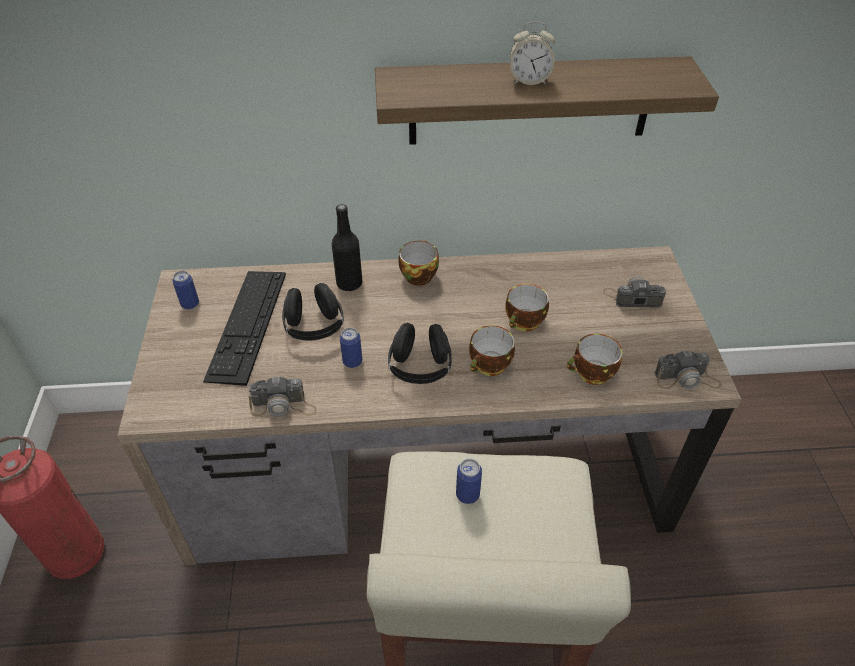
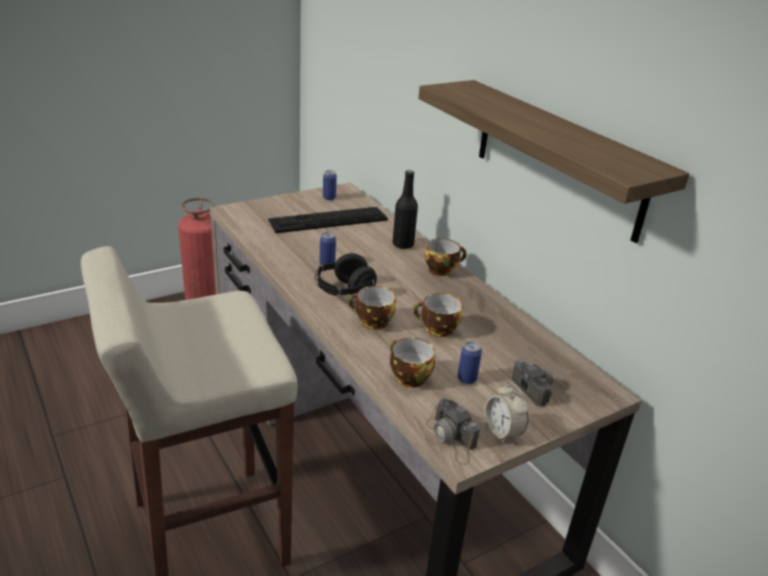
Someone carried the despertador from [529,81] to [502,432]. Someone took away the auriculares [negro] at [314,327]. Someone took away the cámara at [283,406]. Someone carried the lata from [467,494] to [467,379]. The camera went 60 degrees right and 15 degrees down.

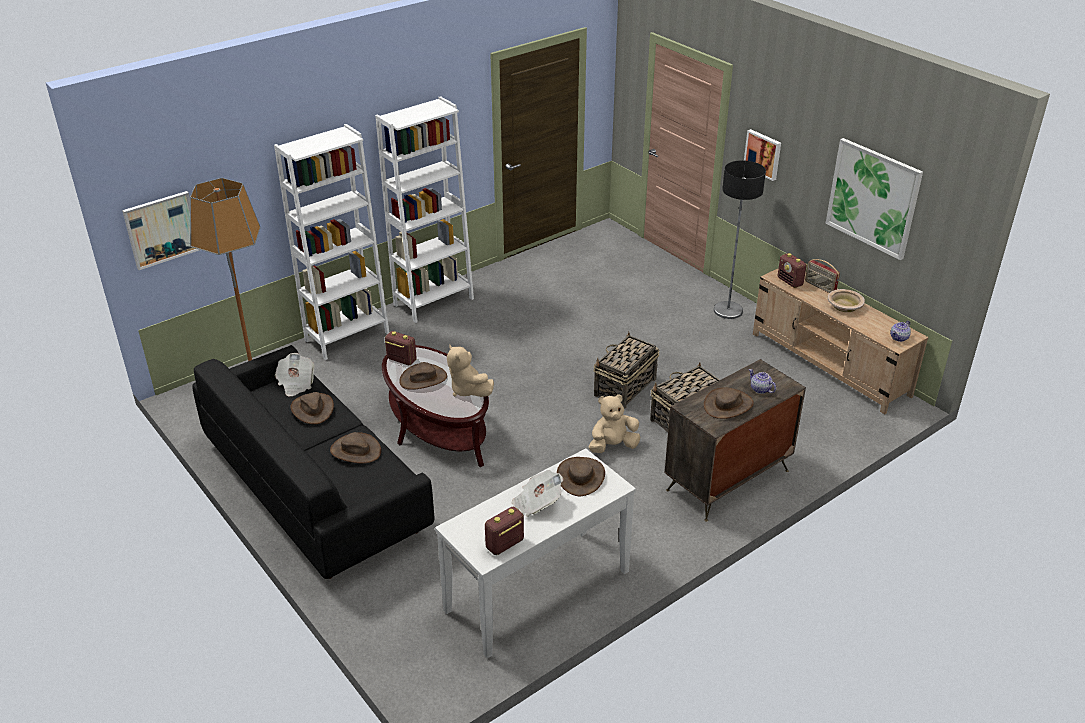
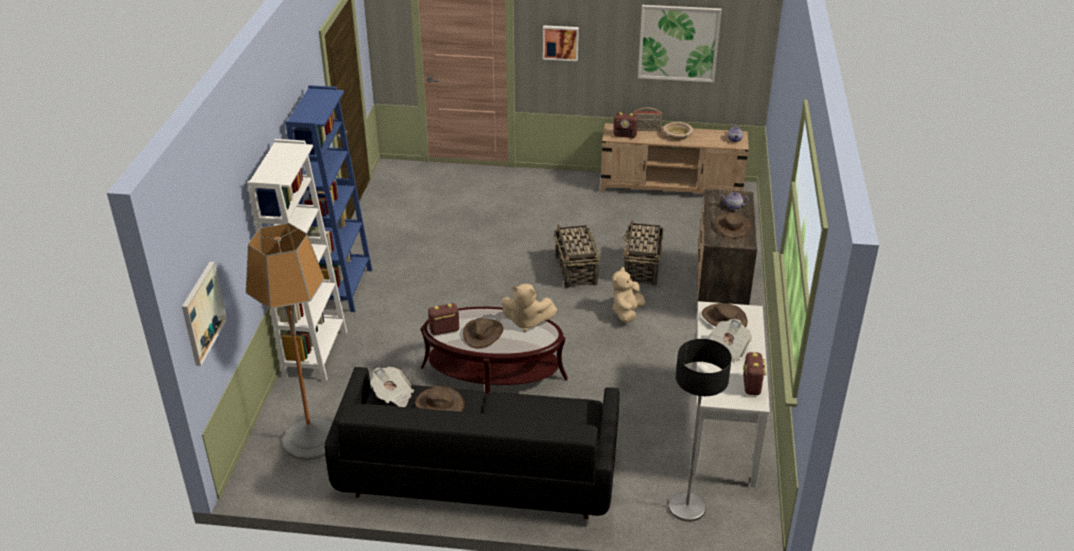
Someone repainted the estantería [blanco] at [433,302], which became the estantería [azul] at [343,289]. Someone carried the lámpara de pie from [728,311] to [687,507]. Someone took away the sombrero [marrón] at [355,451]. The camera went 45 degrees left and 0 degrees up.

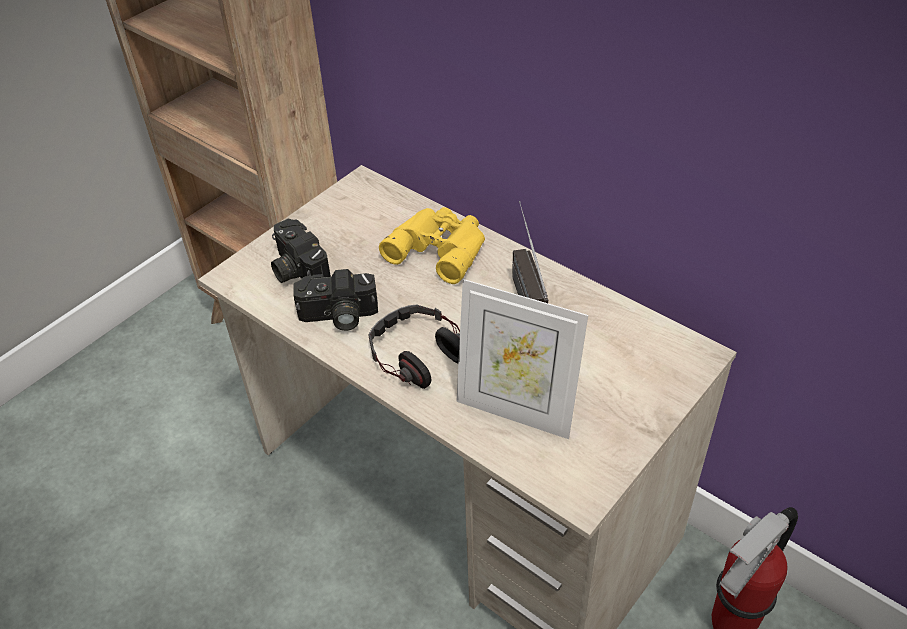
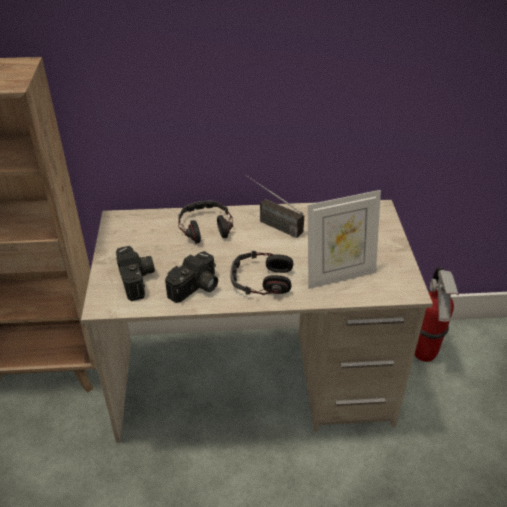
Someone swapped the prismáticos [amarillo] at [440,248] for the auriculares at [205,227]. Someone rotated the cámara at [296,269] by 120 degrees counterclockwise. The camera went 45 degrees left and 5 degrees down.

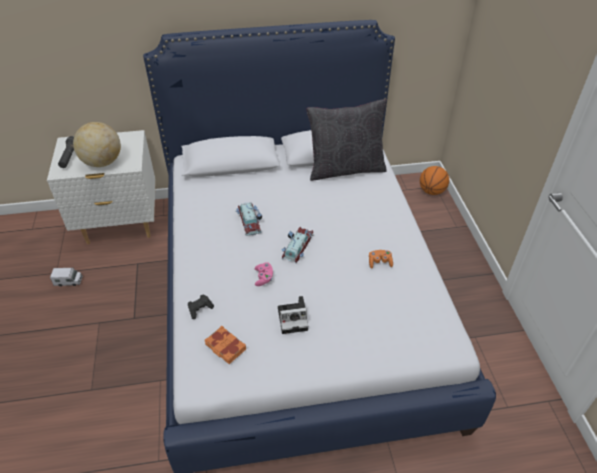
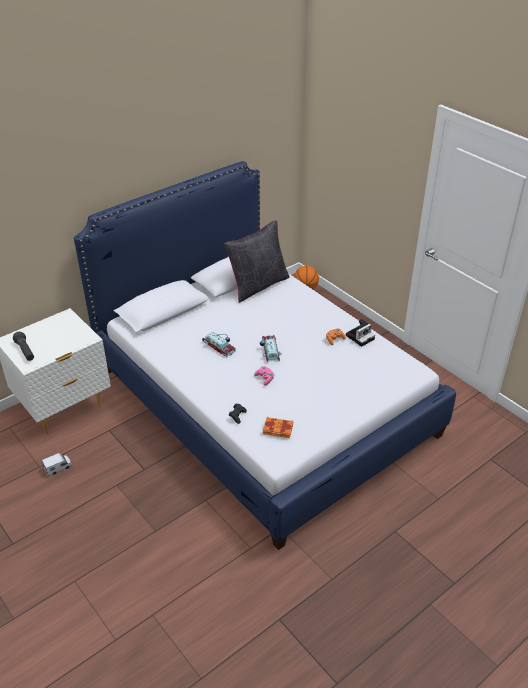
Someone took away the globo terráqueo at [102,162]. Someone carried the cámara from [294,318] to [360,336]. The camera went 30 degrees left and 5 degrees down.

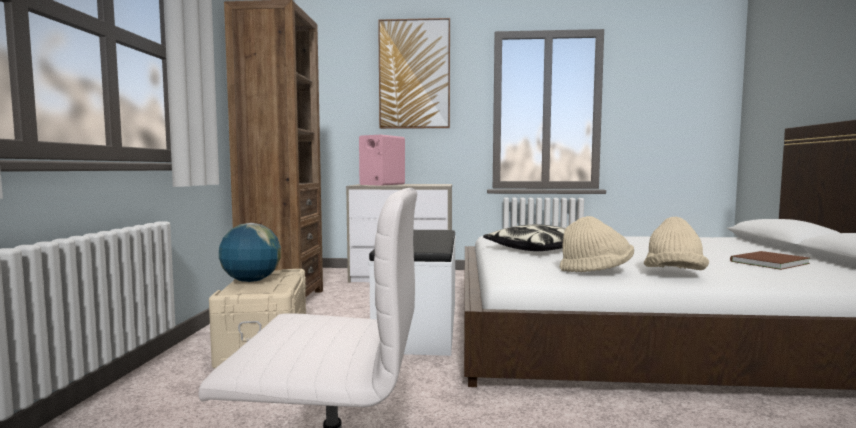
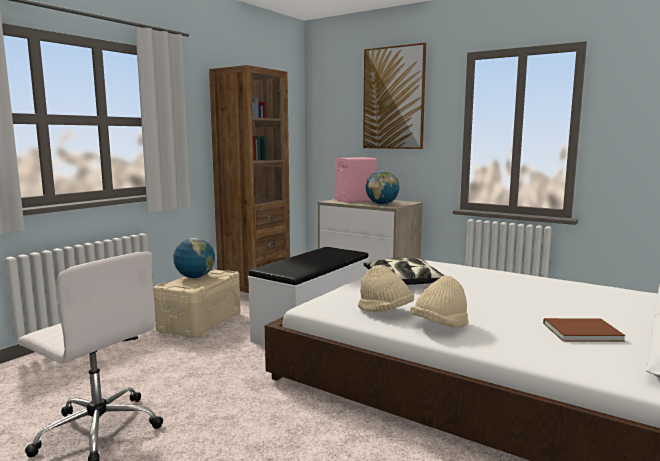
Someone put down the globo terráqueo at [382,204]. The camera went 30 degrees right and 5 degrees up.

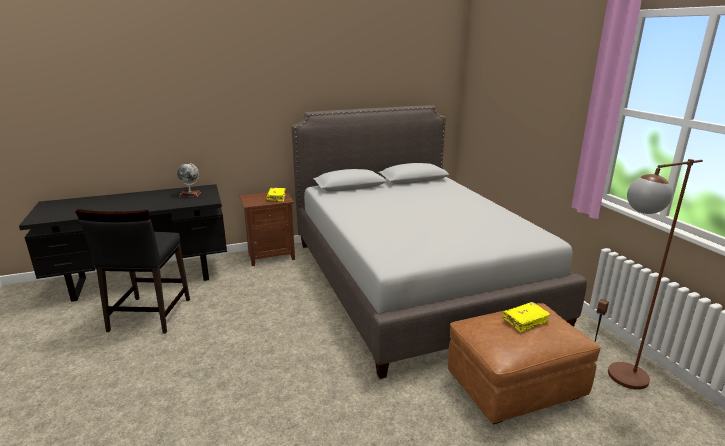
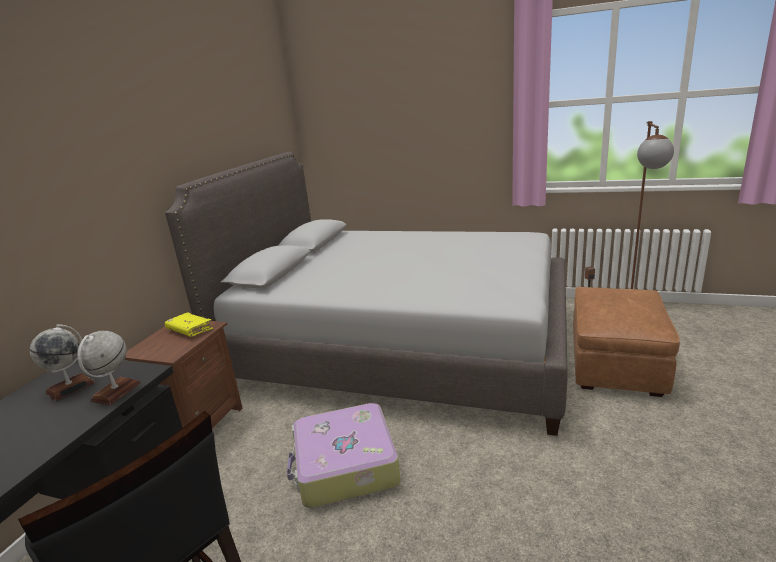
Someone took away the libro [amarillo] at [525,321]. Someone put down the globo terráqueo at [116,392]. Someone put down the maleta at [345,466]. The camera went 50 degrees left and 0 degrees up.

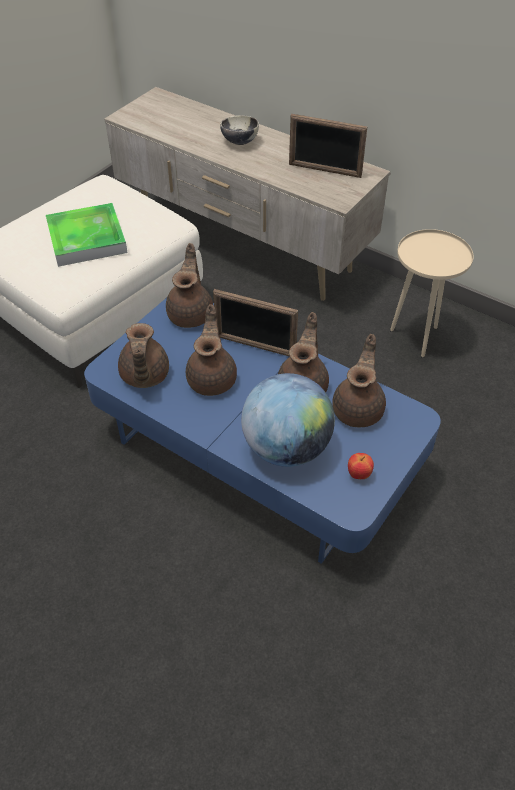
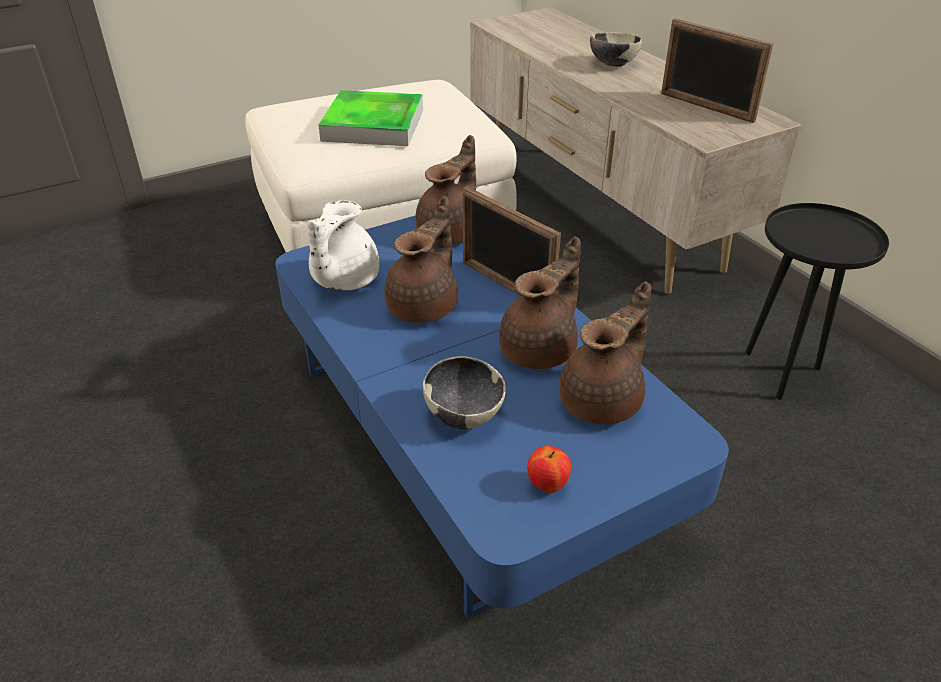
Someone repainted the mesa auxiliar [beis] at [416,338], which became the mesa auxiliar [negro] at [781,372]. Someone repainted the tetera [marrón] at [144,376], which became the tetera [blanco] at [343,280]. Someone swapped the globo terráqueo at [286,448] for the cuenco at [464,415]. The camera went 25 degrees right and 10 degrees down.

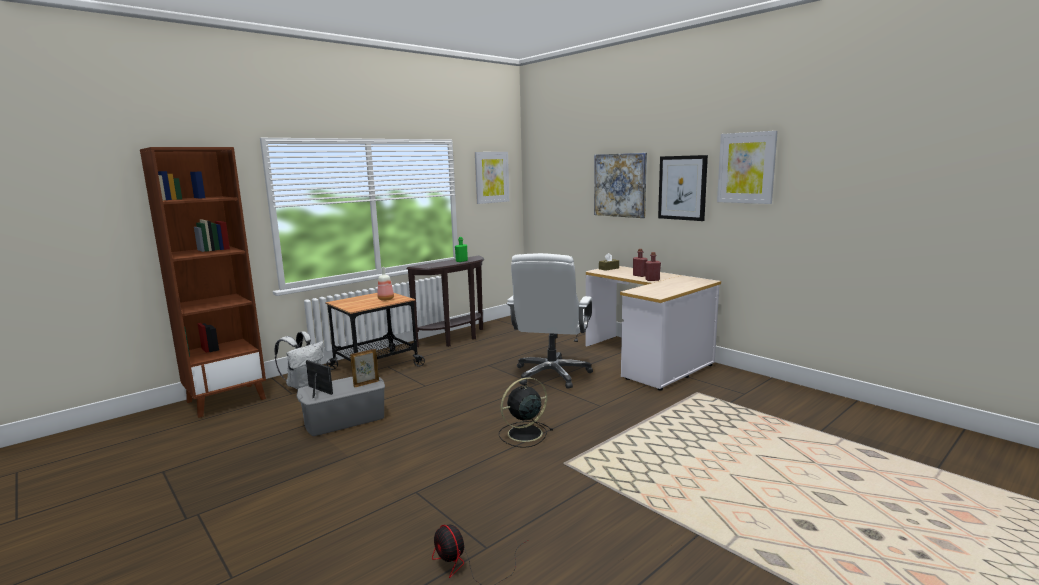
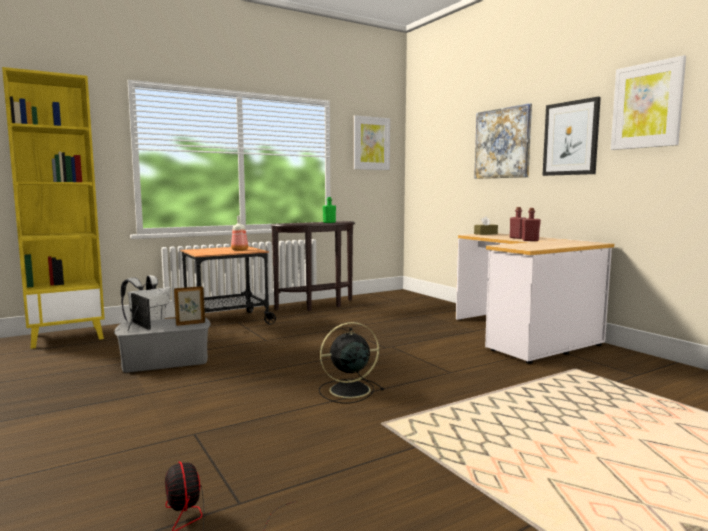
Someone repainted the estantería [marrón] at [226,400], which became the estantería [amarillo] at [67,337]. Someone took away the silla de oficina [blanco] at [552,374]. The camera went 10 degrees right and 5 degrees down.

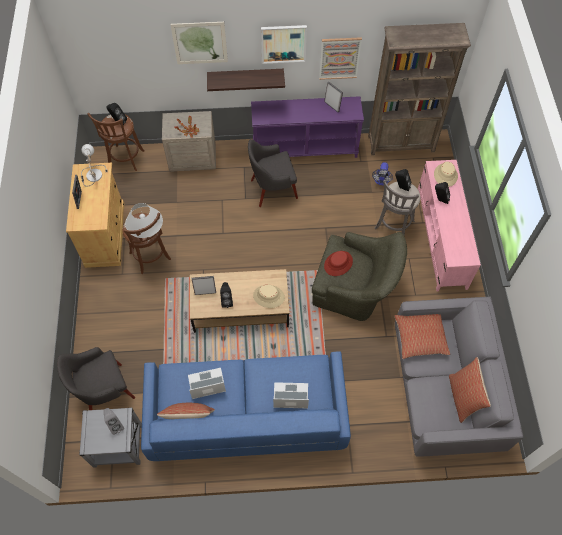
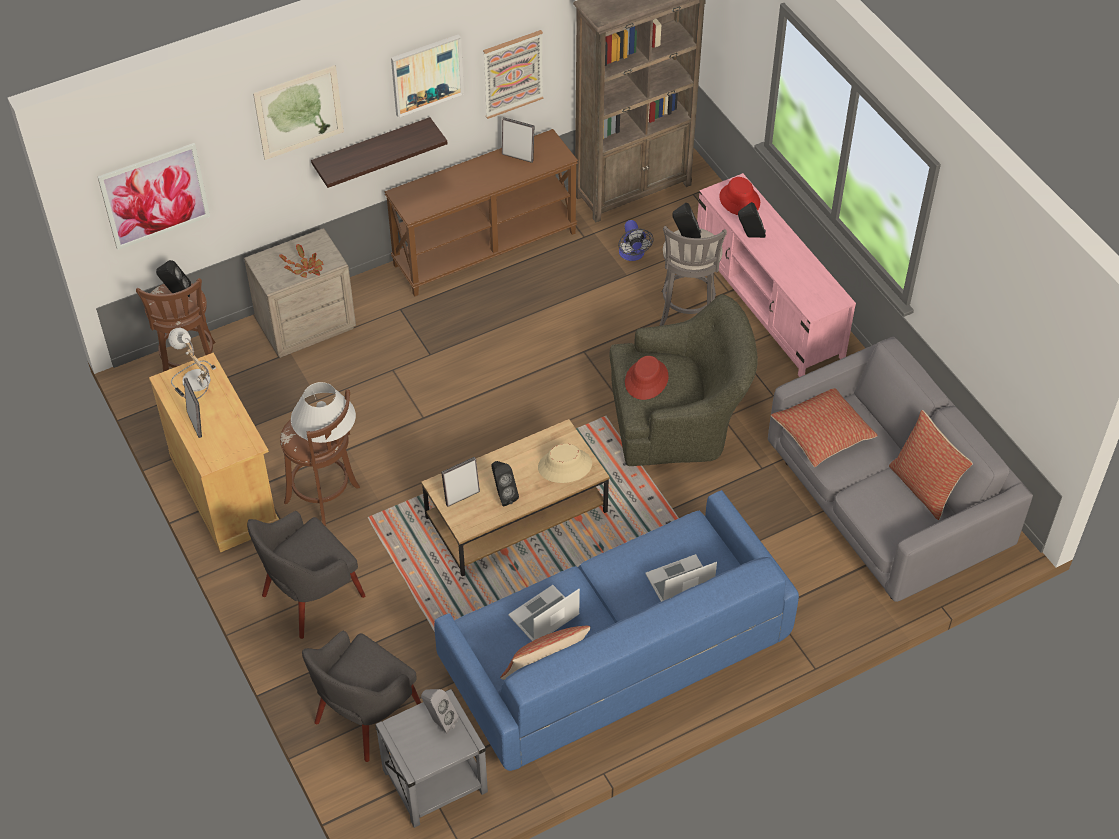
Someone repainted the mesa consola [morado] at [305,148], which became the mesa consola [marrón] at [485,248]. Someone carried the sillón [gris] from [272,189] to [311,596]. Someone repainted the sombrero [beis] at [445,175], which became the sombrero [rojo] at [739,200]. Someone put up the cuadro at [154,196]. The camera went 25 degrees left and 10 degrees down.

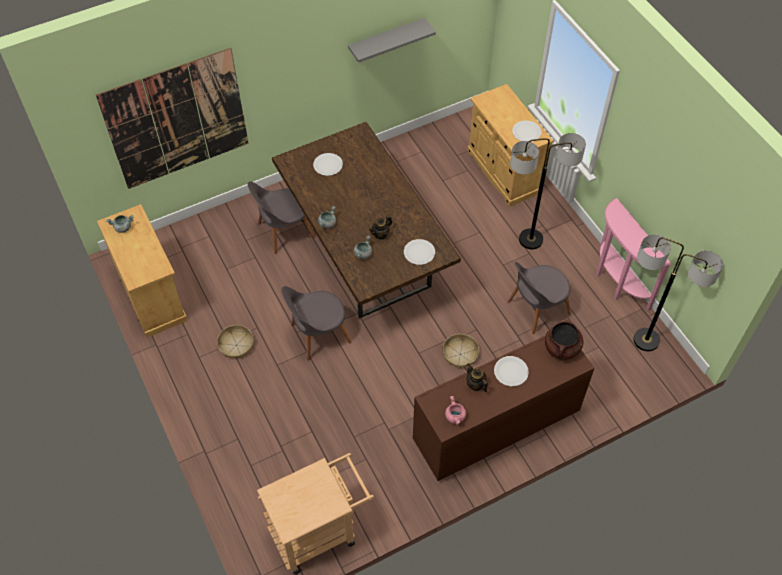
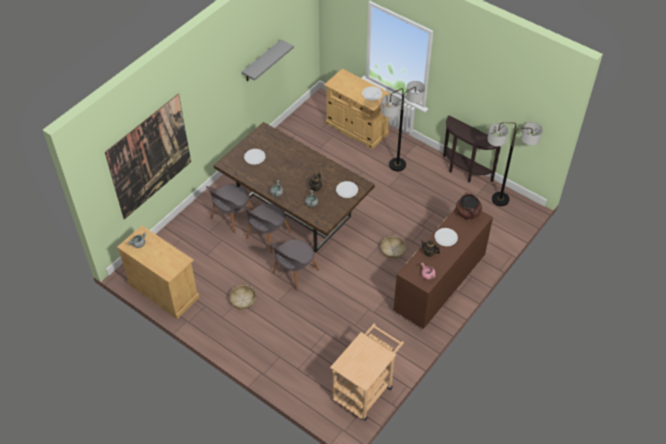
Someone repainted the mesa consola [rosa] at [616,283], which became the mesa consola [marrón] at [464,172]. Someone carried the silla [gris] from [536,309] to [267,236]. The camera went 25 degrees left and 5 degrees down.

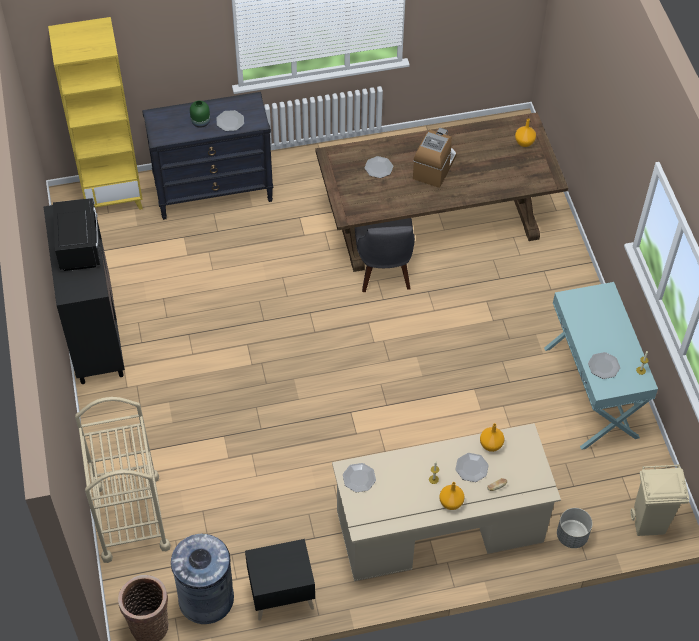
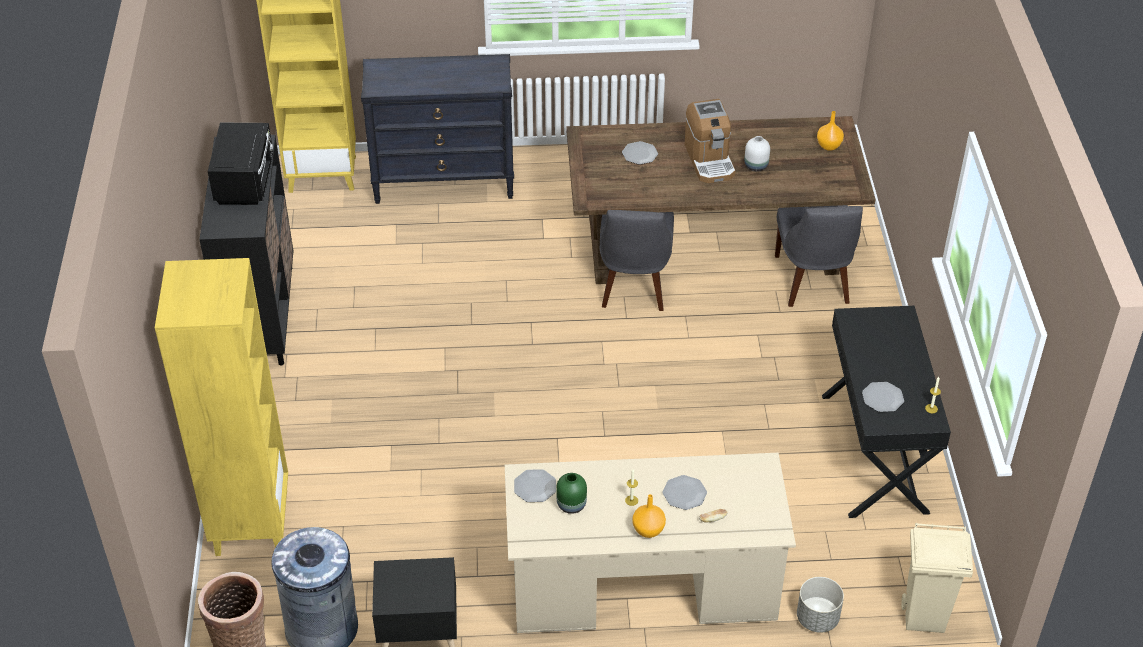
Someone carried the florero [verde] from [200,122] to [570,504]. Someone took away the plato at [230,121]. Someone rotated the cafetera at [434,167] by 135 degrees clockwise. Someone repainted the mesa consola [turquesa] at [591,392], which became the mesa consola [negro] at [875,453]. Someone swapped the carrito [beis] at [130,517] for the estantería [amarillo] at [251,522]. Someone took away the florero [naranja] at [490,445]. Someone put down the florero [blanco] at [755,166]. Someone put down the silla [gris] at [813,282]. The camera went 10 degrees right and 10 degrees down.

